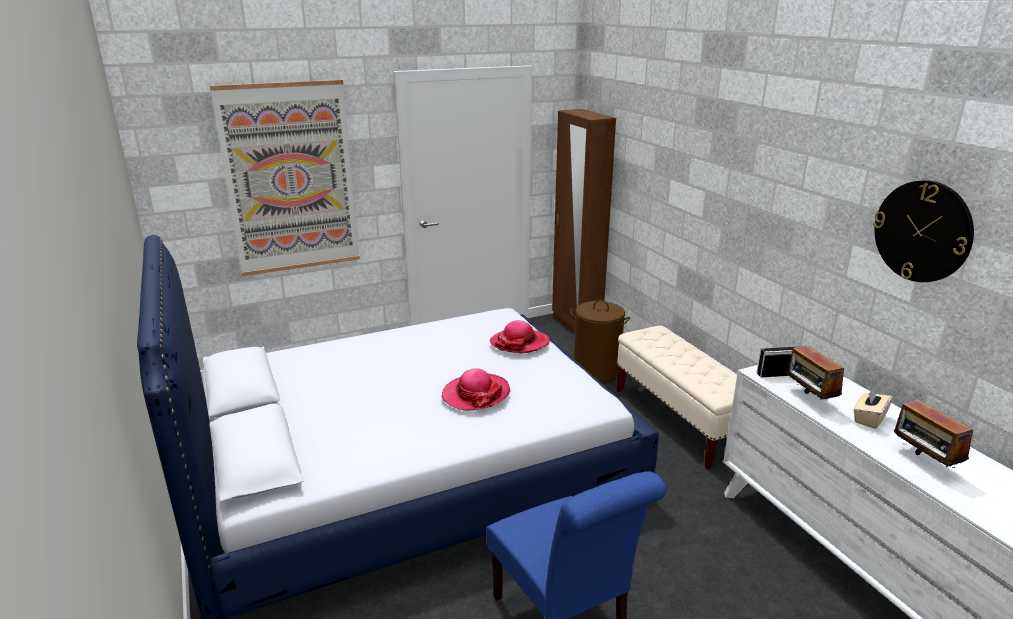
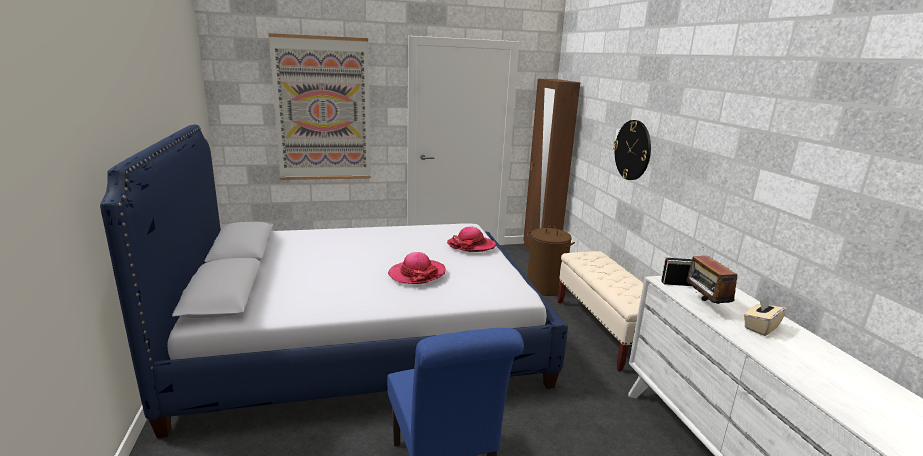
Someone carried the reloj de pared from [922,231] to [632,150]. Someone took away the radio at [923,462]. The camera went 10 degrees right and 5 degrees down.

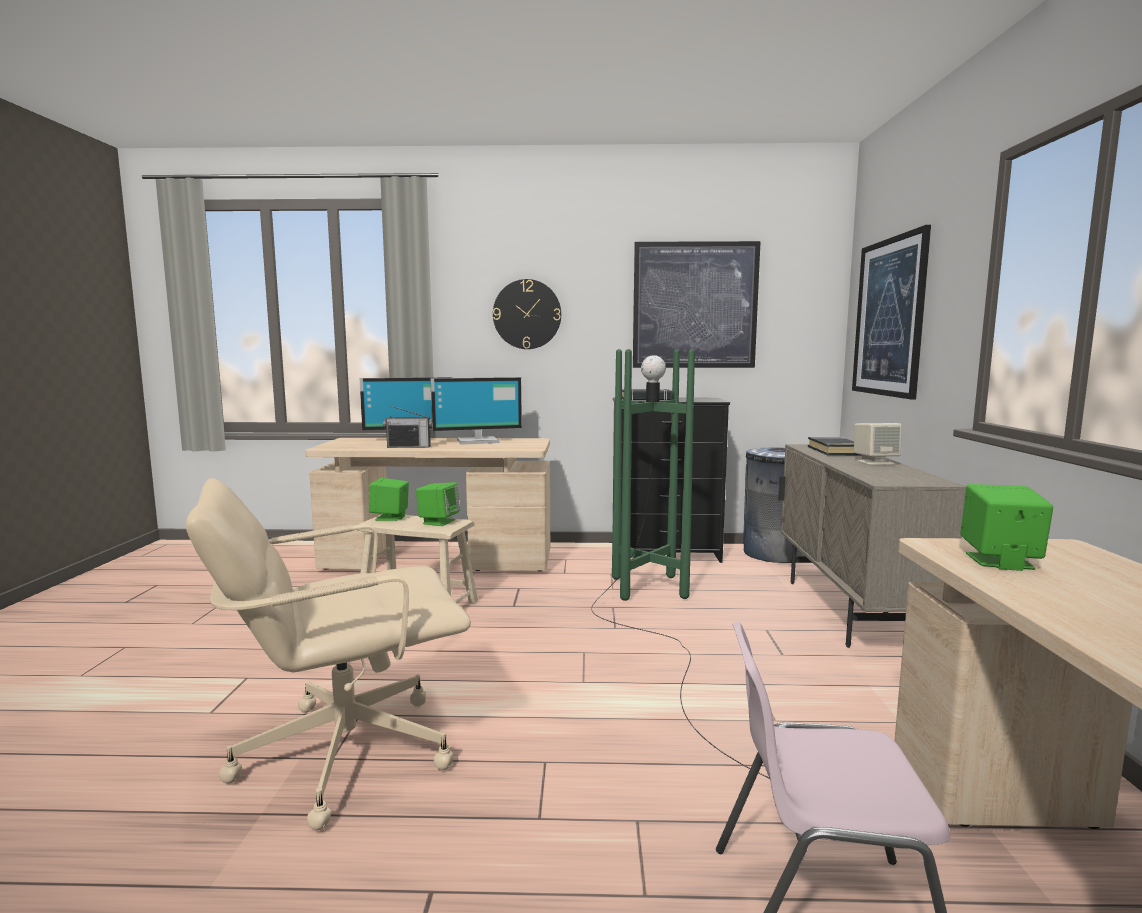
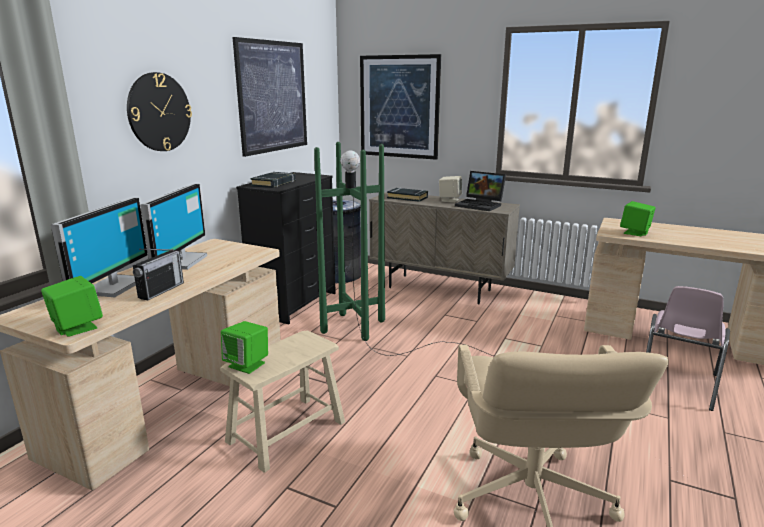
Someone carried the altavoz [verde] from [438,522] to [77,327]. Someone put down the portátil at [480,205]. The camera went 65 degrees left and 10 degrees up.

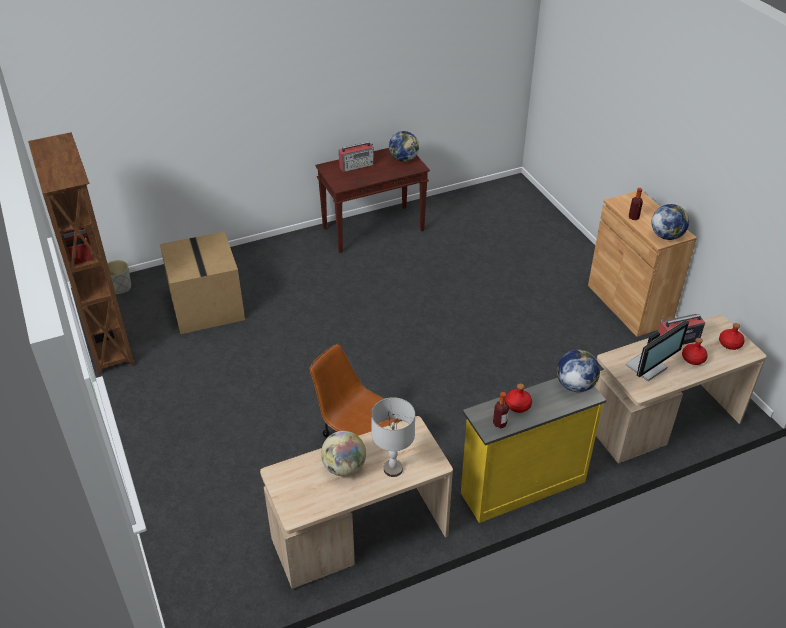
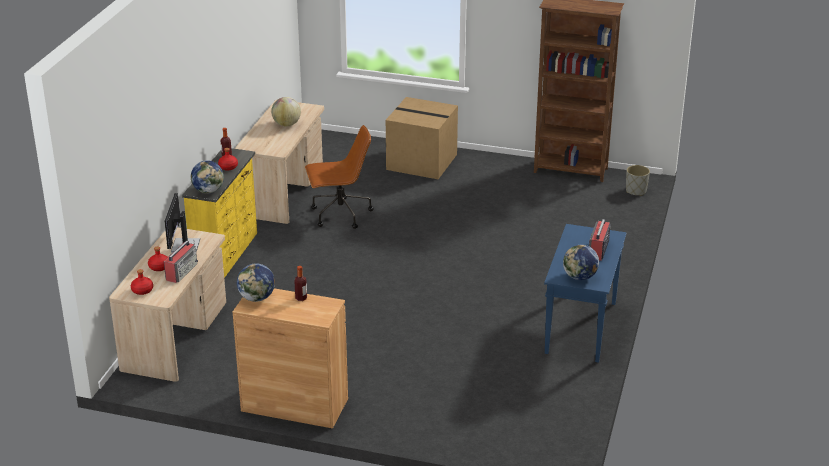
Someone repainted the mesa consola [marrón] at [374,229], which became the mesa consola [azul] at [581,329]. Someone carried the caja de cartón from [206,306] to [423,161]. Someone took away the lámpara de mesa [gris] at [393,469]. The camera went 130 degrees right and 10 degrees down.

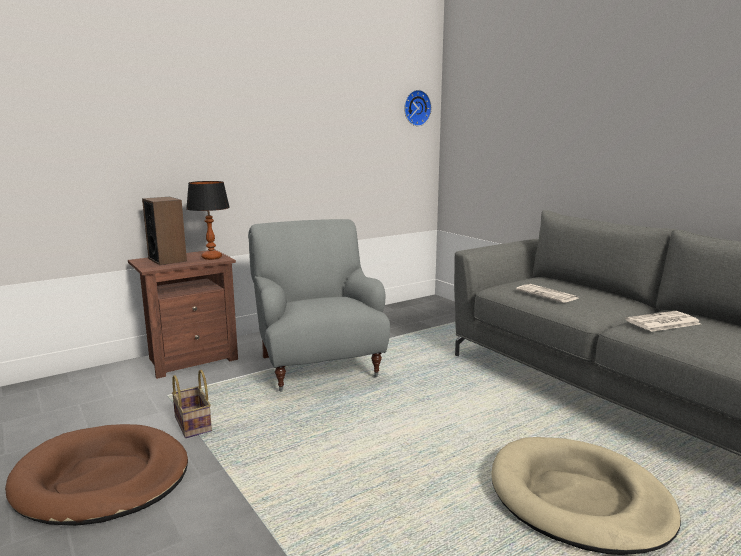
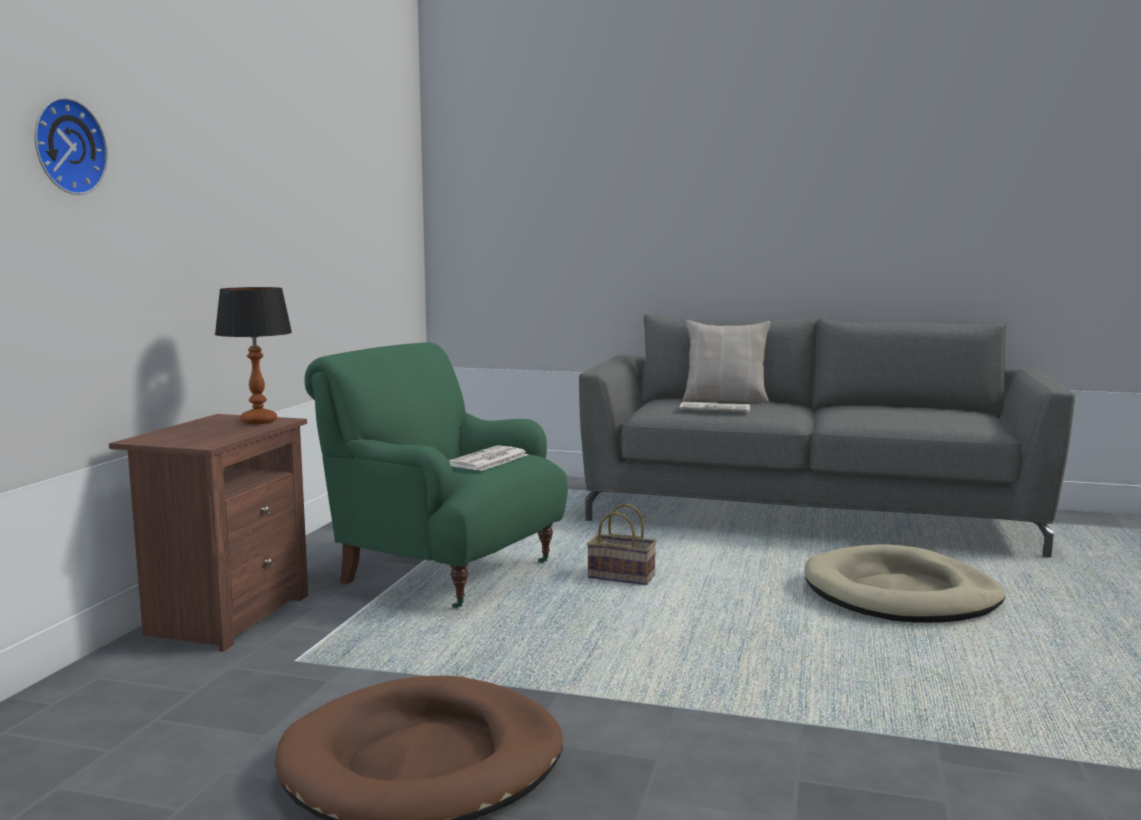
Someone carried the reloj de pared from [416,108] to [65,146]. Someone took away the altavoz at [167,260]. Someone repainted the sillón [gris] at [318,366], which became the sillón [verde] at [444,571]. Someone carried the periódico from [662,322] to [488,460]. Someone carried the cesta from [194,424] to [623,576]. Someone put down the cojín [beis] at [725,400]. The camera went 40 degrees left and 5 degrees down.

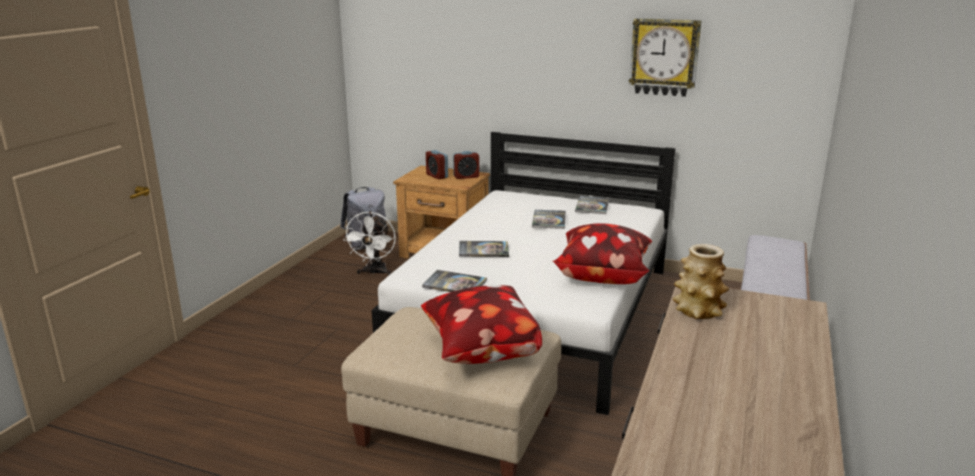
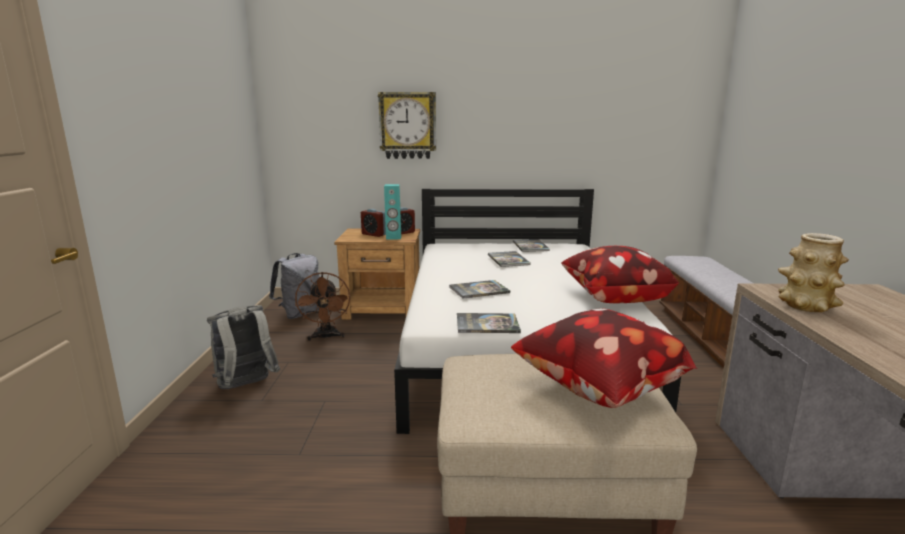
Someone carried the reloj de pared from [664,57] to [408,125]. Someone repainted the ventilador [blanco] at [374,272], which became the ventilador [marrón] at [326,337]. Someone put down the altavoz [turquesa] at [393,237]. Someone put down the mochila [gris] at [246,386]. The camera went 20 degrees left and 5 degrees down.

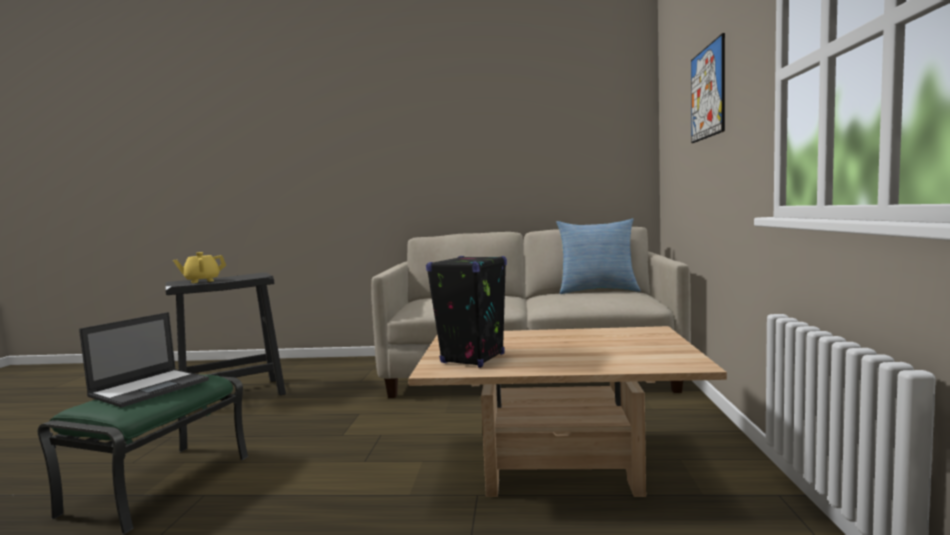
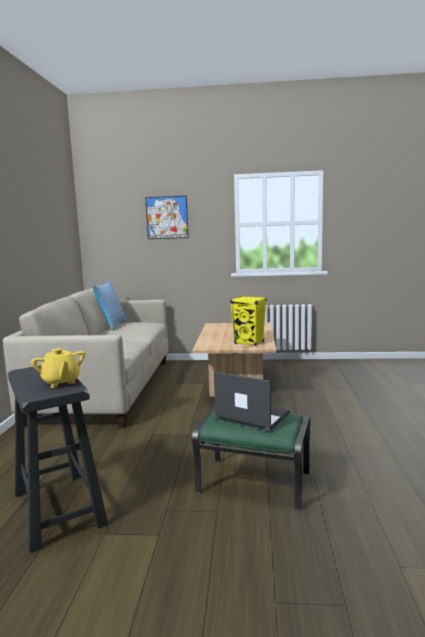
Someone repainted the altavoz [negro] at [472,358], which became the altavoz [amarillo] at [249,343]. The camera went 90 degrees left and 5 degrees up.

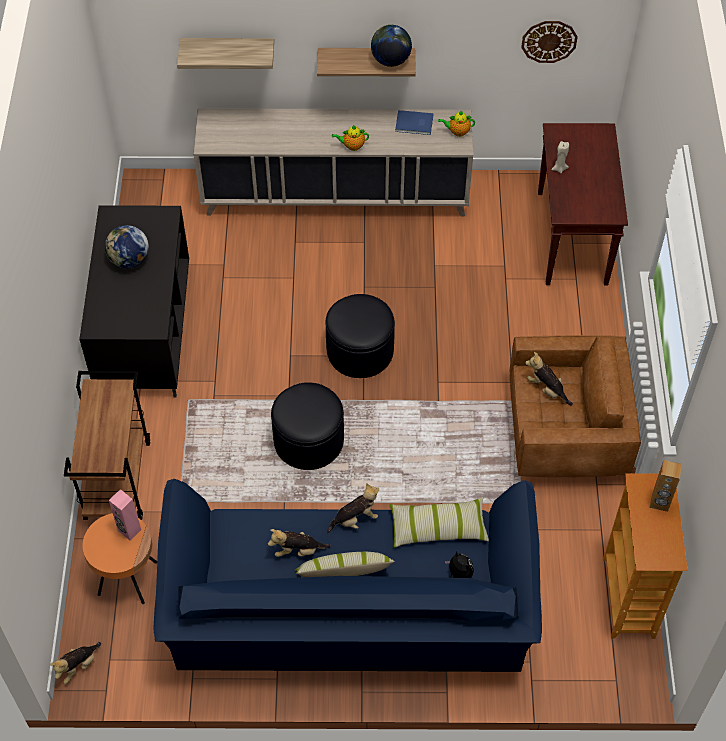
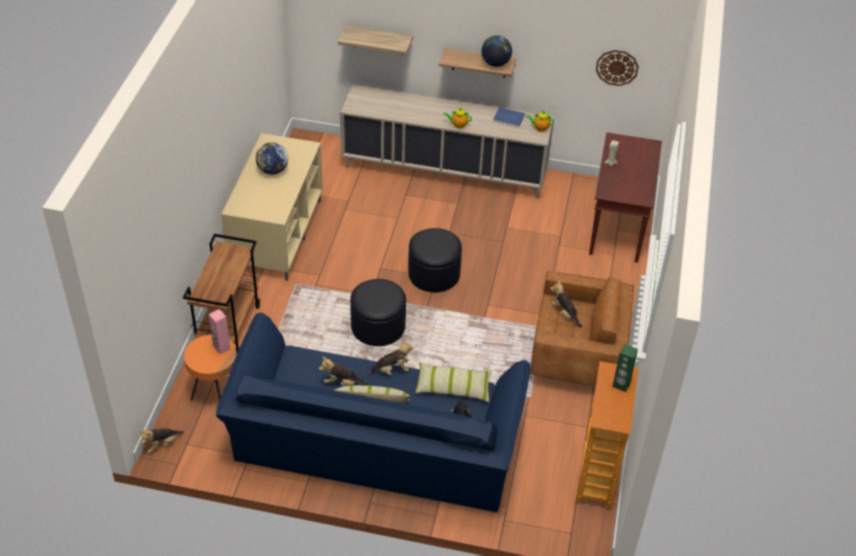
Someone repainted the mueble de televisión [negro] at [143,331], which became the mueble de televisión [beis] at [276,234]. Someone repainted the altavoz [marrón] at [659,503], which became the altavoz [verde] at [621,385]. The camera went 10 degrees right and 10 degrees down.

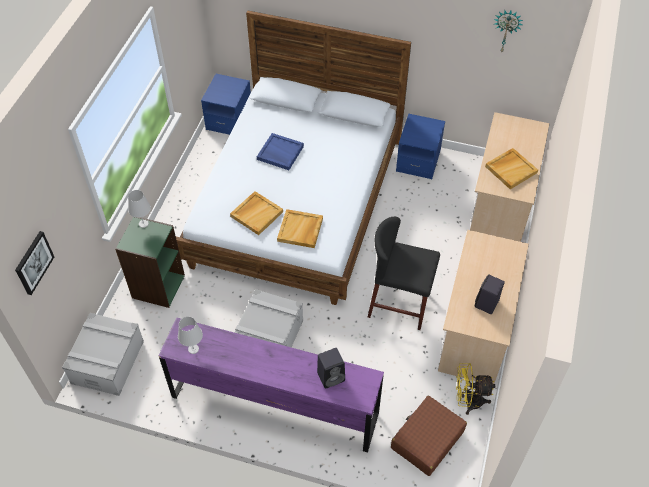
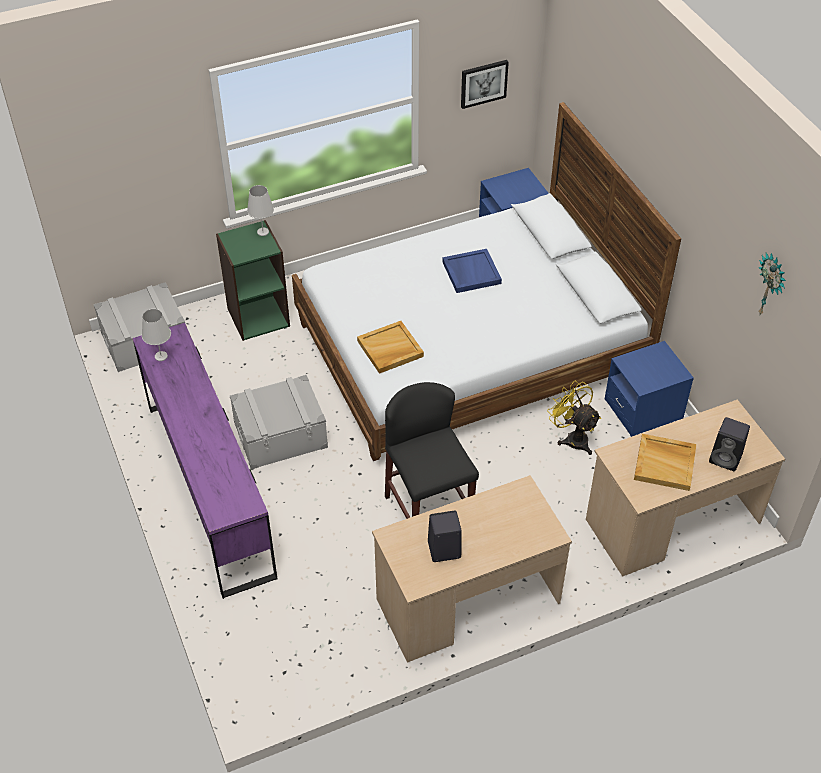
Someone took away the bandeja [beis] at [256,214]. Someone carried the cuadro from [33,262] to [483,83]. Someone carried the altavoz [negro] from [331,376] to [726,459]. Someone carried the ventilador [amarillo] from [468,401] to [572,438]. Someone took away the maleta [marrón] at [427,440]. The camera went 50 degrees right and 5 degrees down.

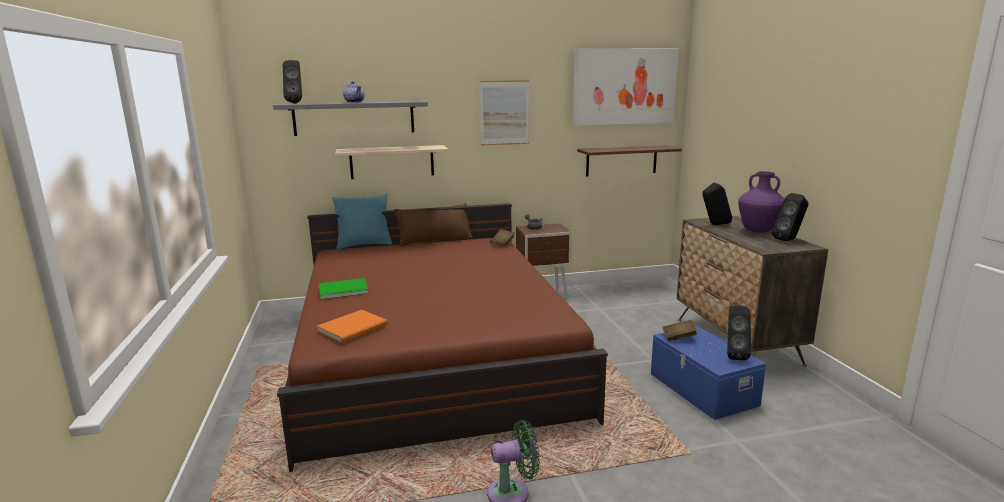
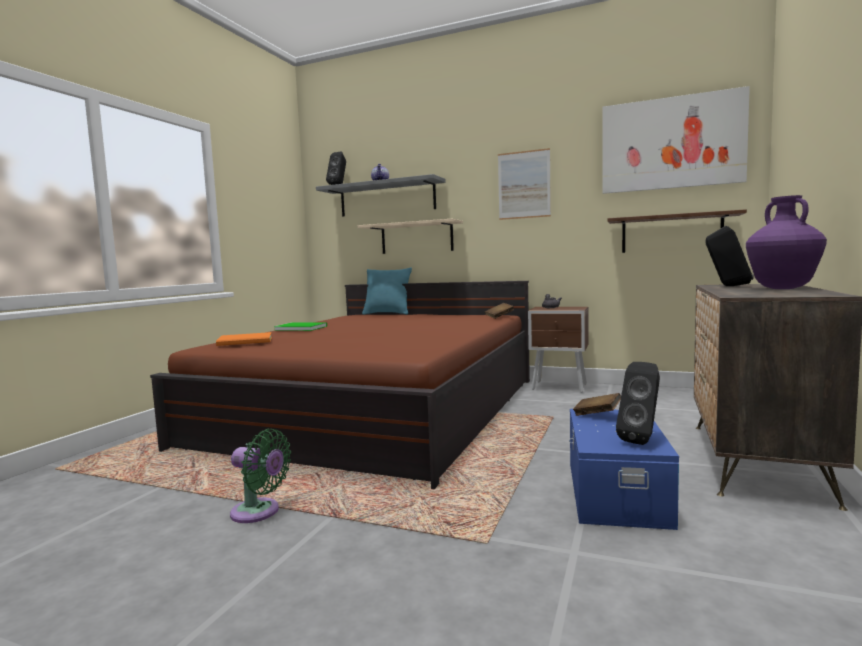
Someone took away the altavoz [negro] at [789,240]. Someone took away the cojín [marrón] at [434,240]. The camera went 35 degrees right and 10 degrees down.

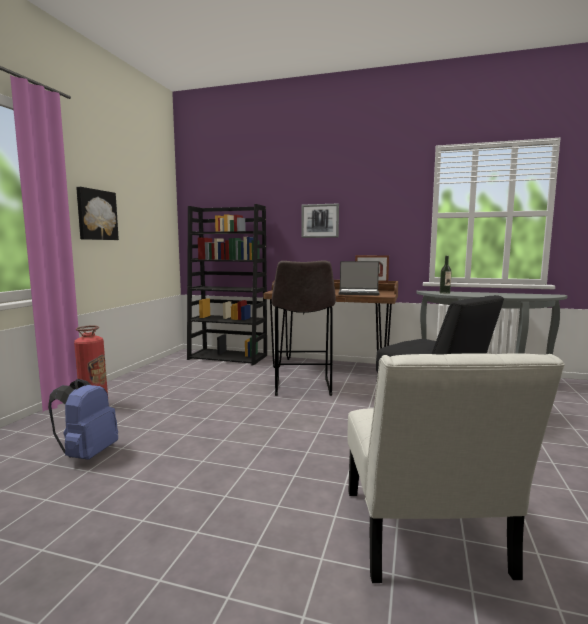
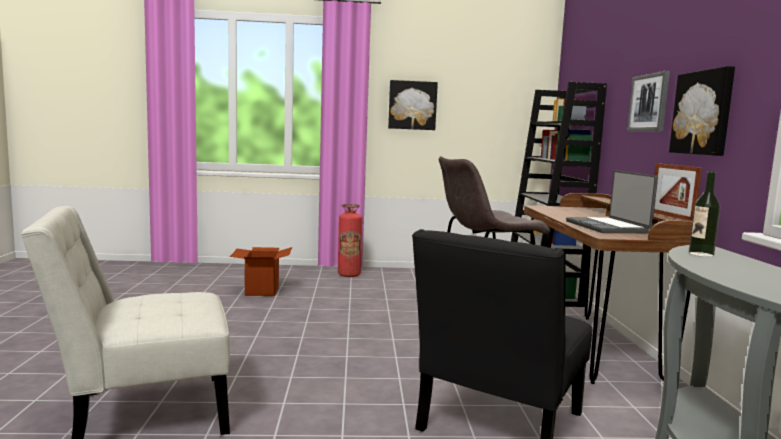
Someone swapped the mochila [azul] at [87,454] for the caja de cartón at [262,290]. Someone put up the cuadro at [703,113]. The camera went 70 degrees right and 0 degrees up.

